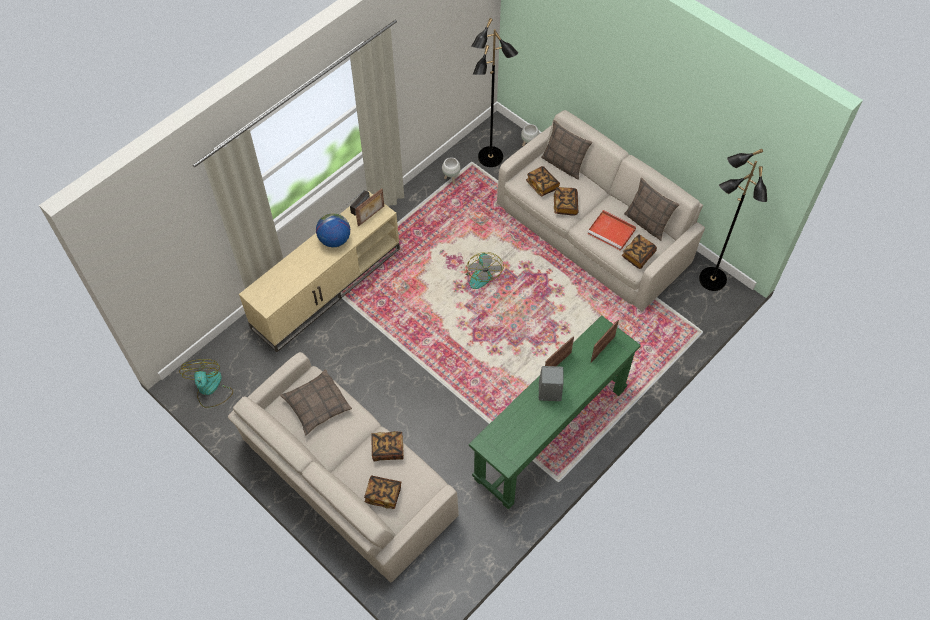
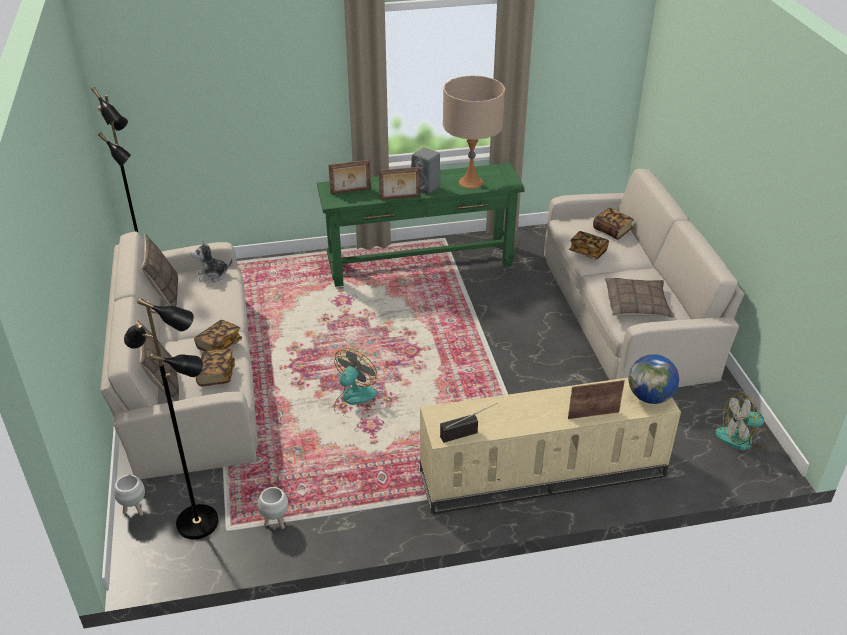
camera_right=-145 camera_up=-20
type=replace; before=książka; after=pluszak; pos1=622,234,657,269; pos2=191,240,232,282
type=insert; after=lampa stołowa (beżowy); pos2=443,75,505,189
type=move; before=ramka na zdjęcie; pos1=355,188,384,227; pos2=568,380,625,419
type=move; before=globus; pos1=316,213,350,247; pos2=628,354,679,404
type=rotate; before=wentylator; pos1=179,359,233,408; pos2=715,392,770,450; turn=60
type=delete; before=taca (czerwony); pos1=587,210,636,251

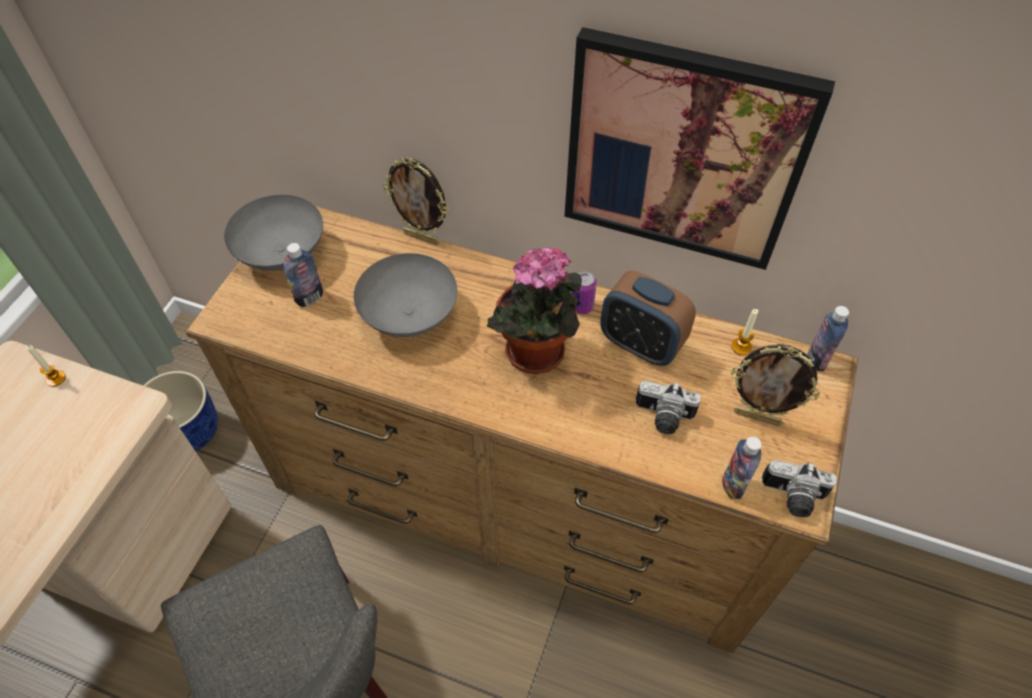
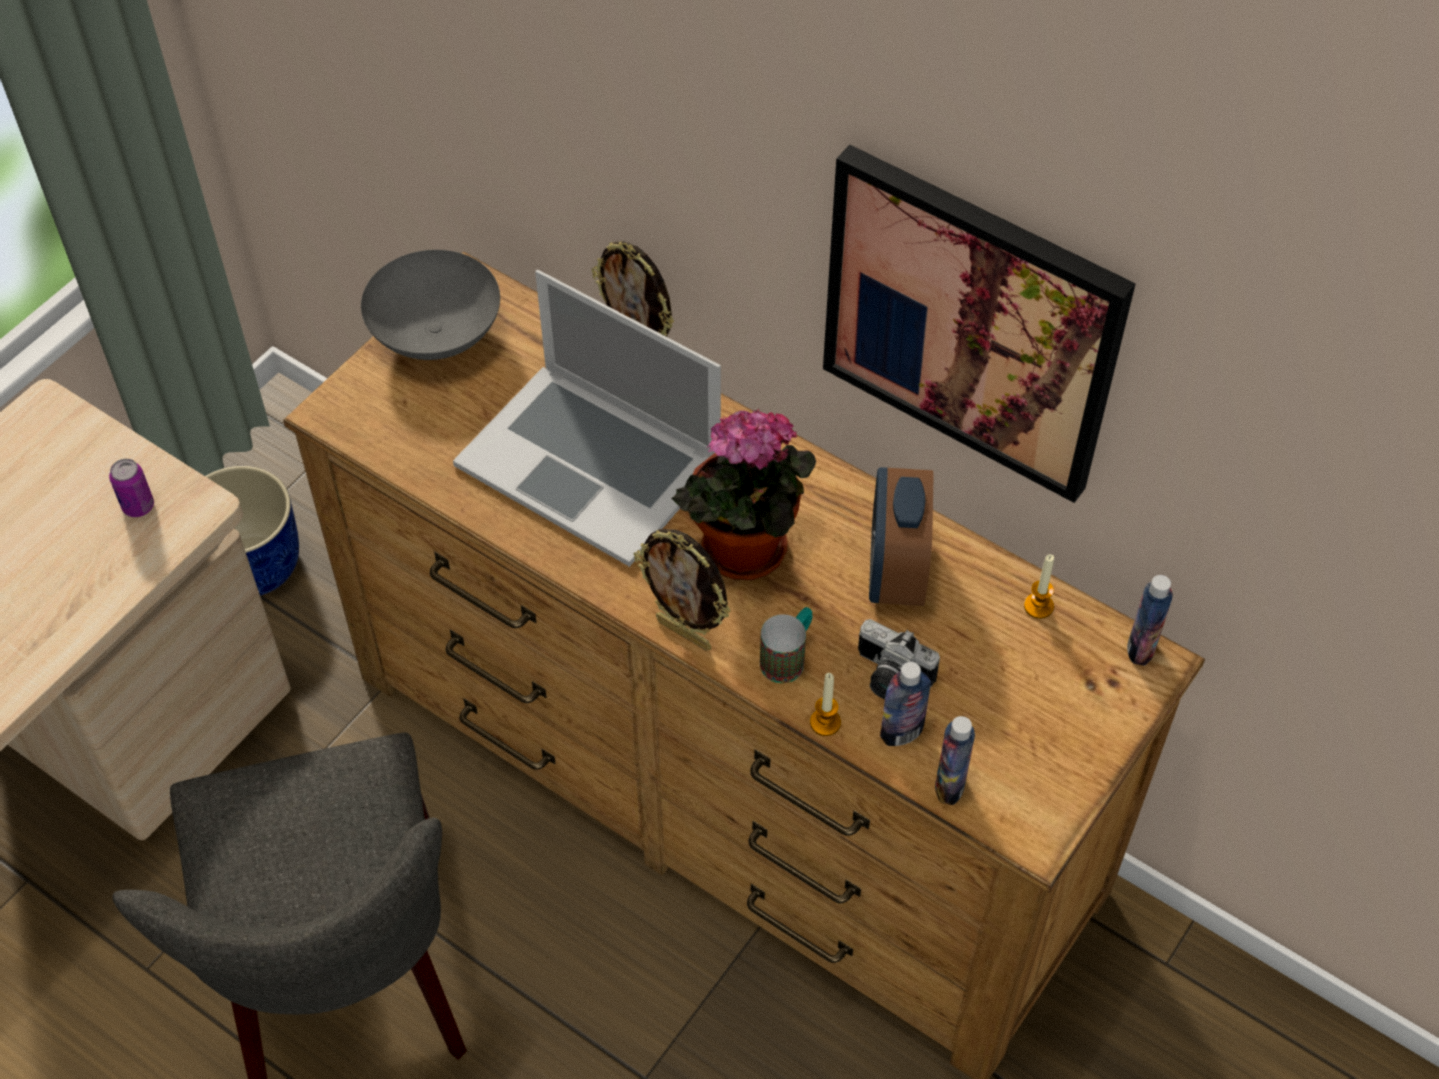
camera_right=15 camera_up=0
type=move; before=puszka; pos1=571,271,597,314; pos2=109,459,154,517
type=replace; before=miska (szary); after=laptop; pos1=354,253,457,337; pos2=453,270,721,567
type=move; before=ramka na zdjęcie; pos1=731,344,820,426; pos2=634,529,731,651
type=insert; after=kubek; pos2=760,607,812,683
type=move; before=świeca; pos1=27,345,66,387; pos2=810,673,841,736
type=rotate; before=budzik; pos1=600,271,696,366; pos2=869,467,933,606; turn=45
type=move; before=butelka; pos1=284,243,323,307; pos2=880,662,931,746
type=delete; before=aparat fotograficzny; pos1=762,460,837,517

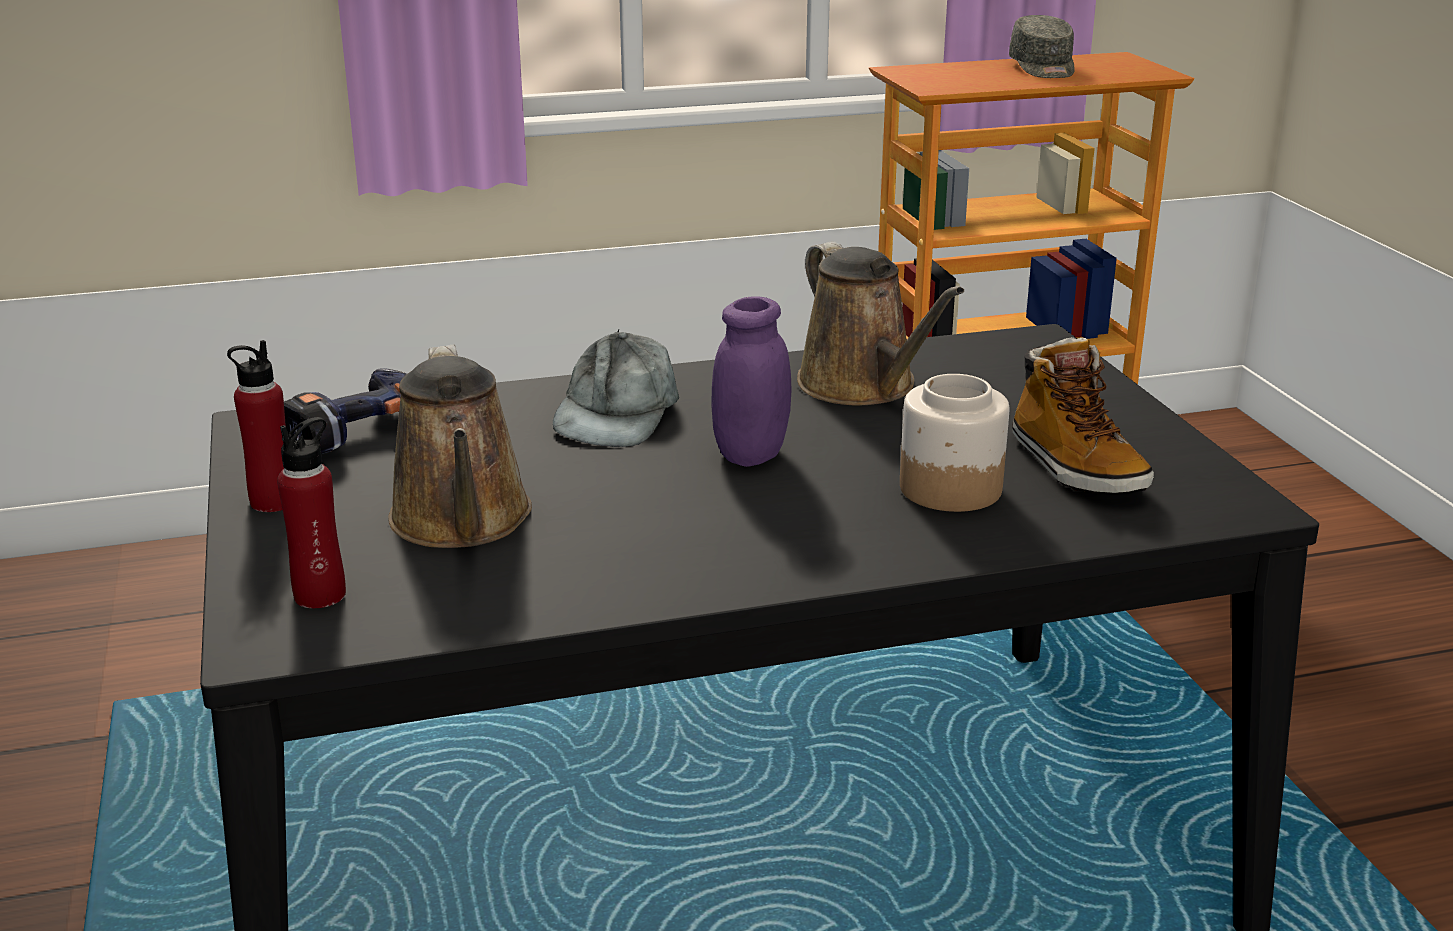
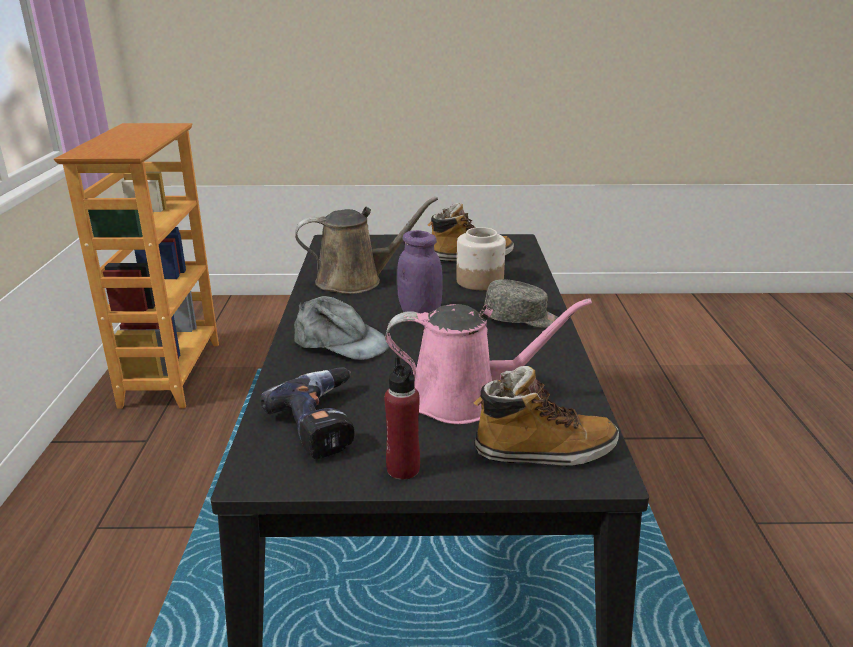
camera_right=-75 camera_up=0
type=recolor; before=konewka (brązowy); after=konewka (różowy); pos1=388,344,532,548; pos2=385,298,592,424
type=replace; before=butelka (czerwony); after=but z cholewką; pos1=277,417,346,608; pos2=474,366,619,467
type=move; before=czapka z daszkiem (szary); pos1=1009,15,1075,78; pos2=484,279,558,328

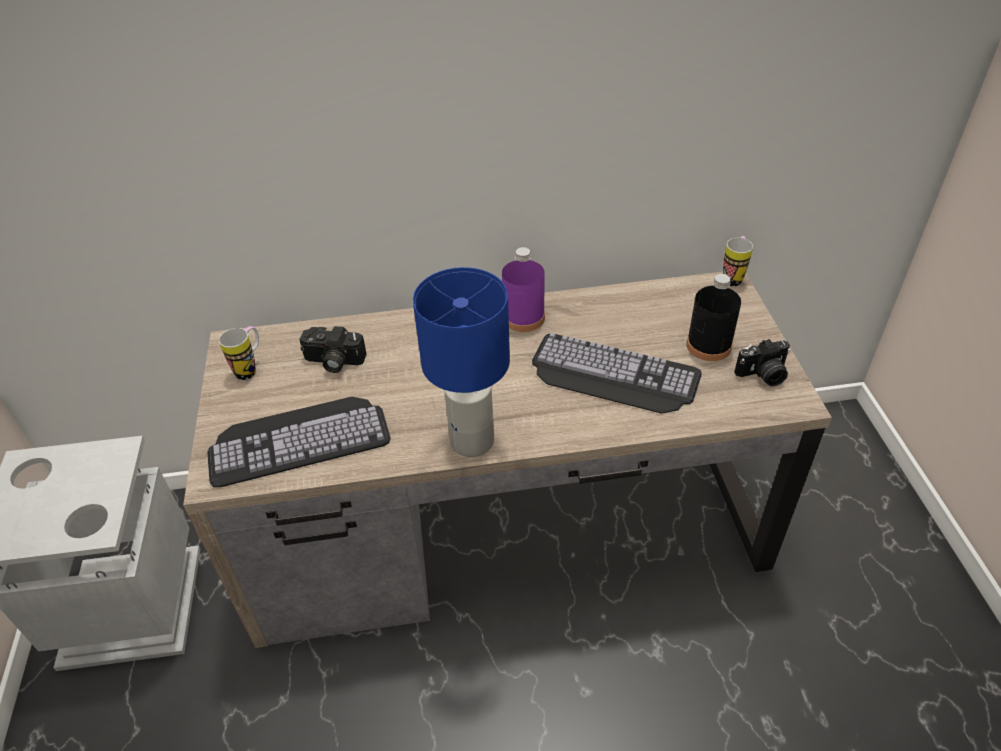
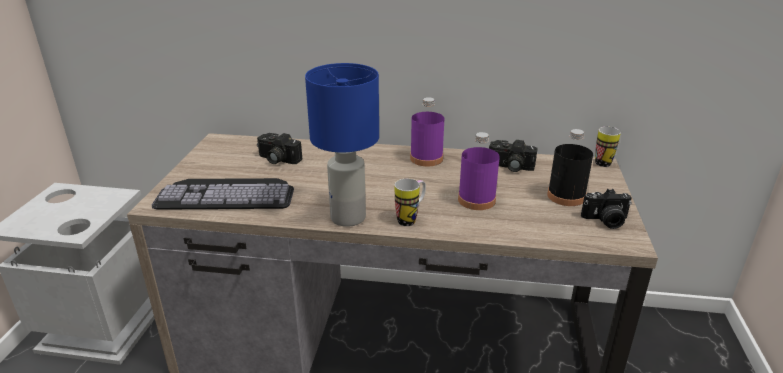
camera_right=15 camera_up=-15
type=move; before=kubek; pos1=219,326,259,380; pos2=395,179,426,226
type=replace; before=klawiatura; after=butelka (fioletowy); pos1=532,333,702,414; pos2=458,132,500,210
type=insert; after=aparat fotograficzny; pos2=489,140,537,172

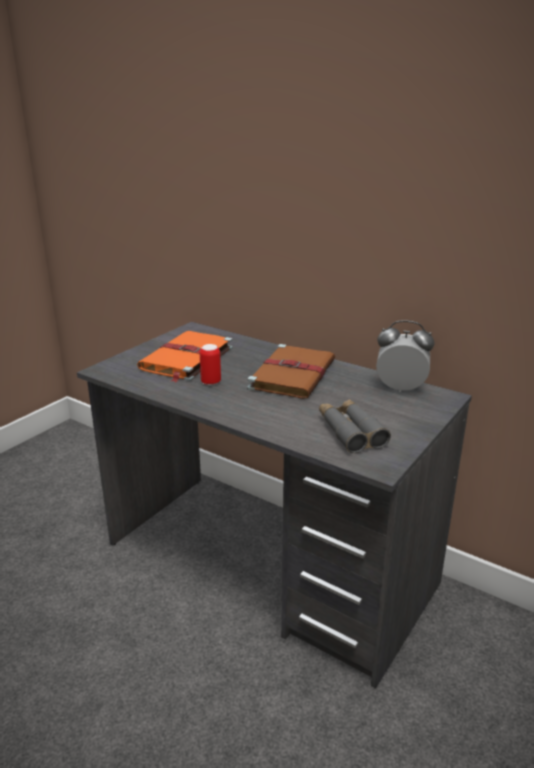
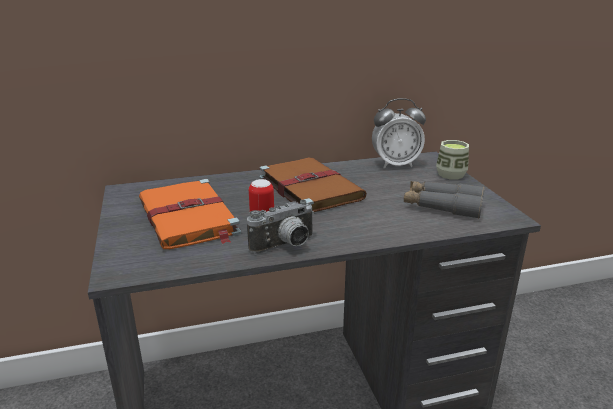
camera_right=-50 camera_up=0
type=insert; after=aparat fotograficzny; pos2=247,200,314,254
type=rotate; before=budzik; pos1=376,320,435,392; pos2=372,98,426,168; turn=-150
type=insert; after=filiżanka; pos2=436,140,469,180

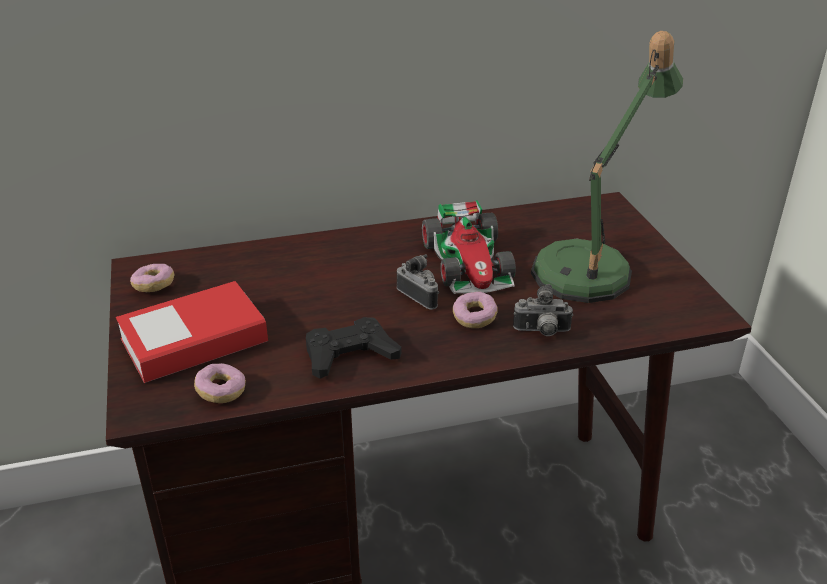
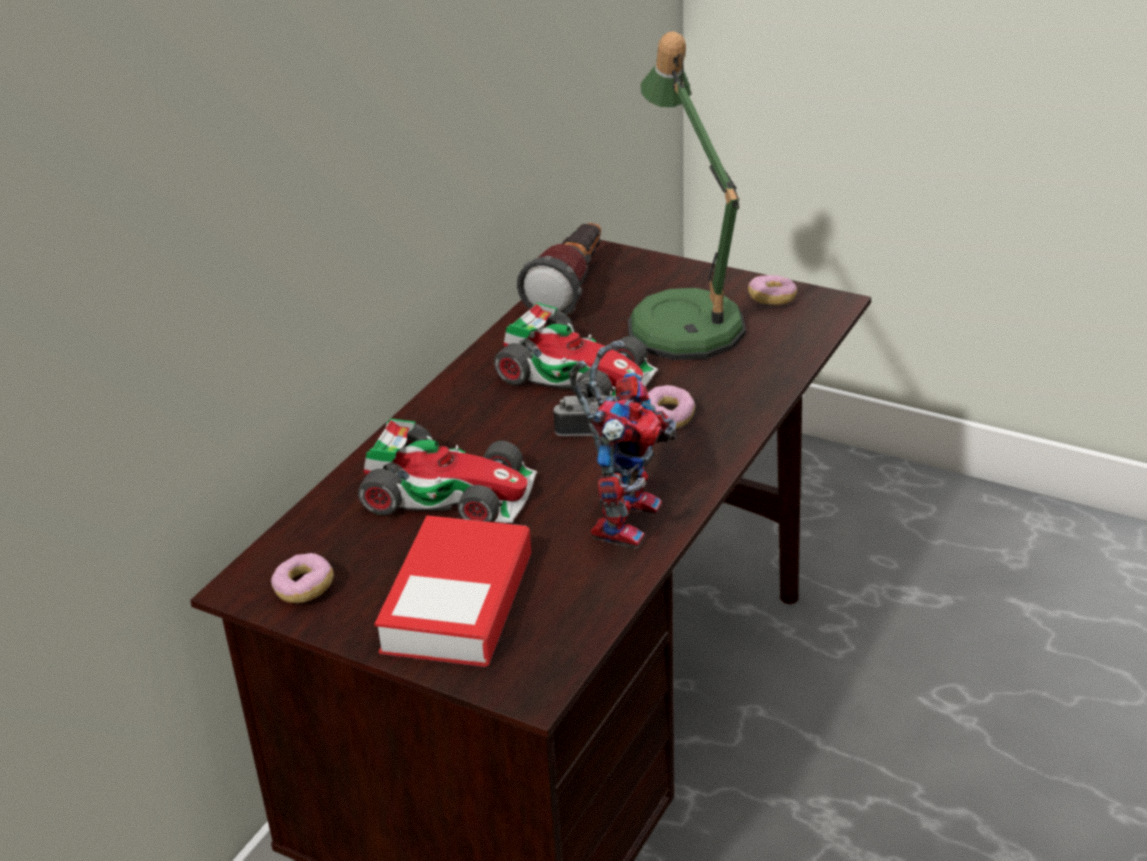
camera_right=-45 camera_up=0
type=insert; after=samochodzik; pos2=358,418,538,523
type=insert; after=latarka; pos2=517,223,601,315
type=replace; before=pad do gier (czarny); after=robot zabawkowy; pos1=306,317,402,379; pos2=569,340,676,549
type=move; before=donut; pos1=194,363,246,403; pos2=748,275,797,305
type=delete; before=aparat fotograficzny; pos1=513,284,573,336

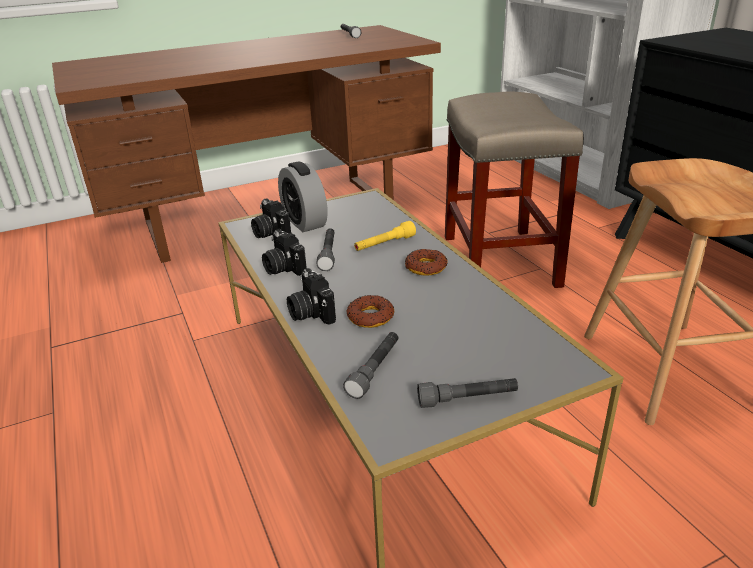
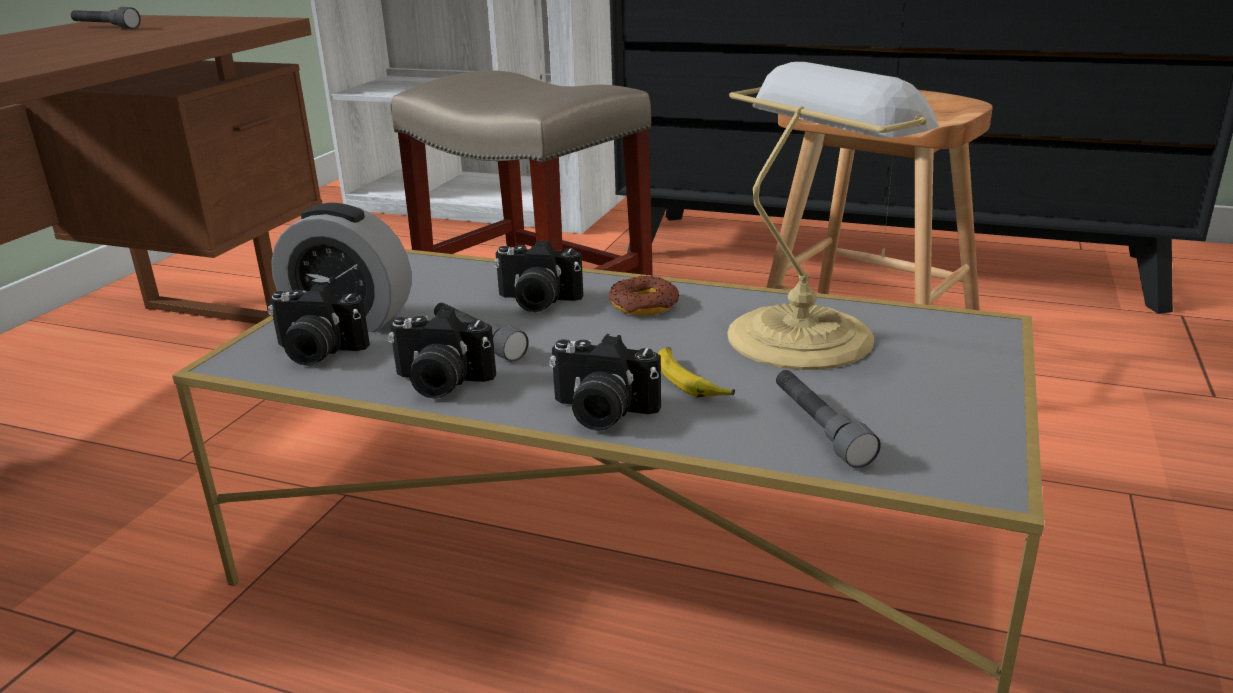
camera_right=-45 camera_up=-5
type=replace; before=latarka (żółty); after=aparat fotograficzny; pos1=354,221,416,251; pos2=494,239,583,312
type=replace; before=donut; after=banan; pos1=346,295,394,328; pos2=658,347,735,398
type=insert; after=lampa stołowa; pos2=727,62,939,370
type=delete; before=latarka (szary); pos1=417,378,518,408

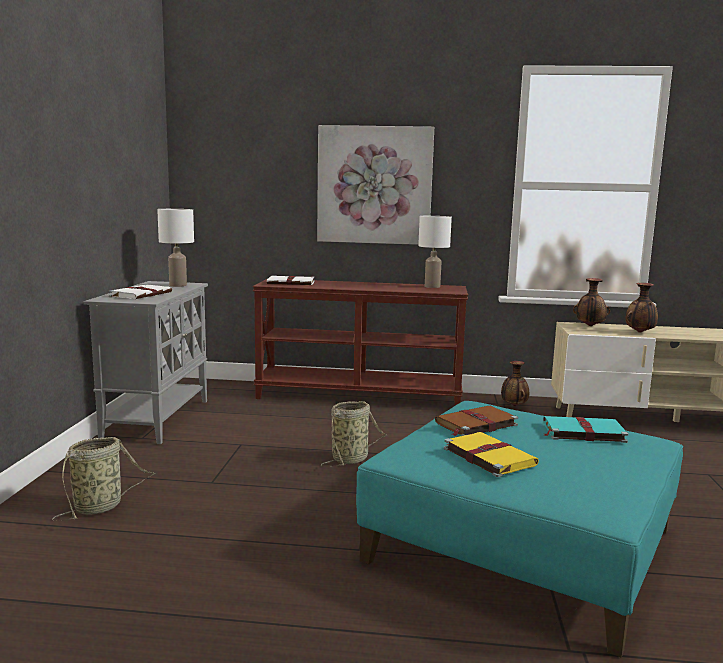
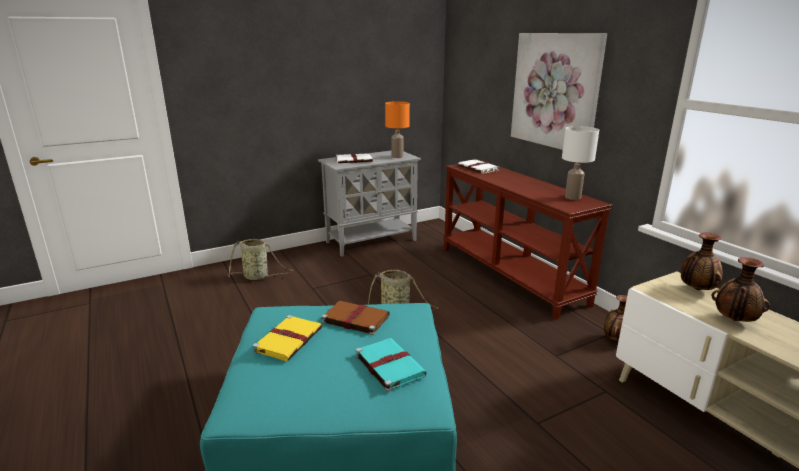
camera_right=55 camera_up=10
type=recolor; before=lampa stołowa (biały); after=lampa stołowa (pomarańczowy); pos1=157,209,194,287; pos2=385,101,410,158

